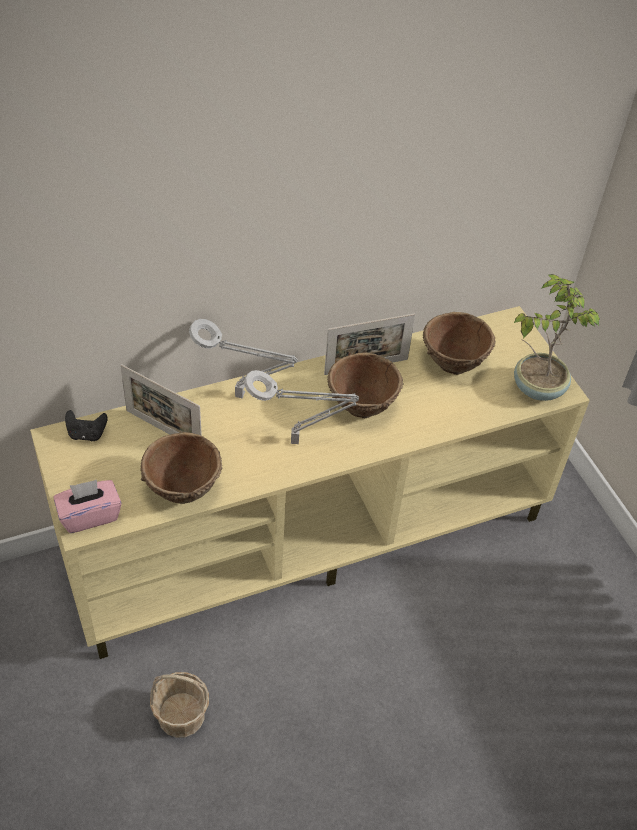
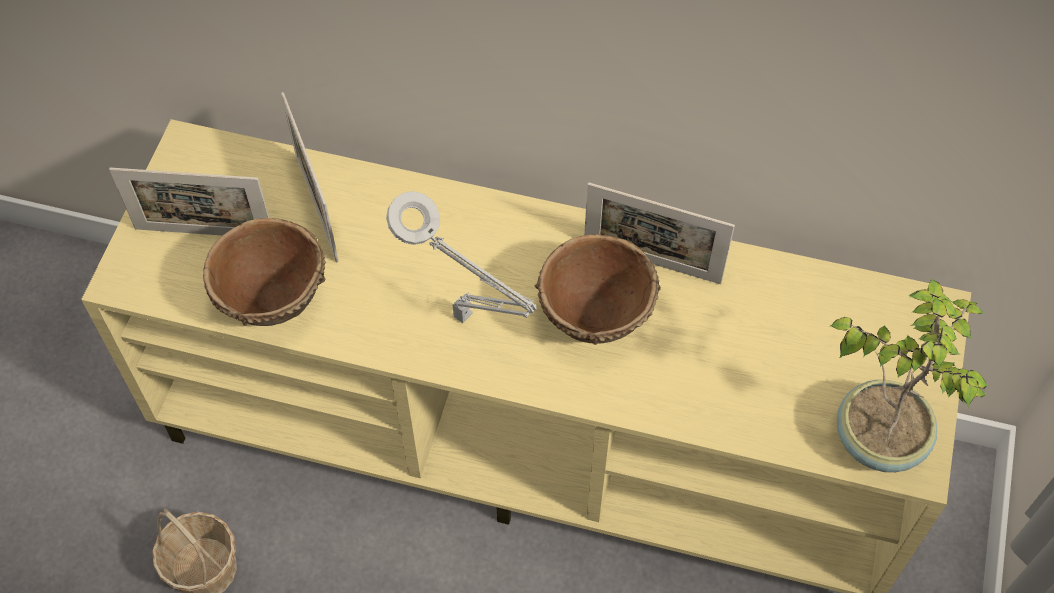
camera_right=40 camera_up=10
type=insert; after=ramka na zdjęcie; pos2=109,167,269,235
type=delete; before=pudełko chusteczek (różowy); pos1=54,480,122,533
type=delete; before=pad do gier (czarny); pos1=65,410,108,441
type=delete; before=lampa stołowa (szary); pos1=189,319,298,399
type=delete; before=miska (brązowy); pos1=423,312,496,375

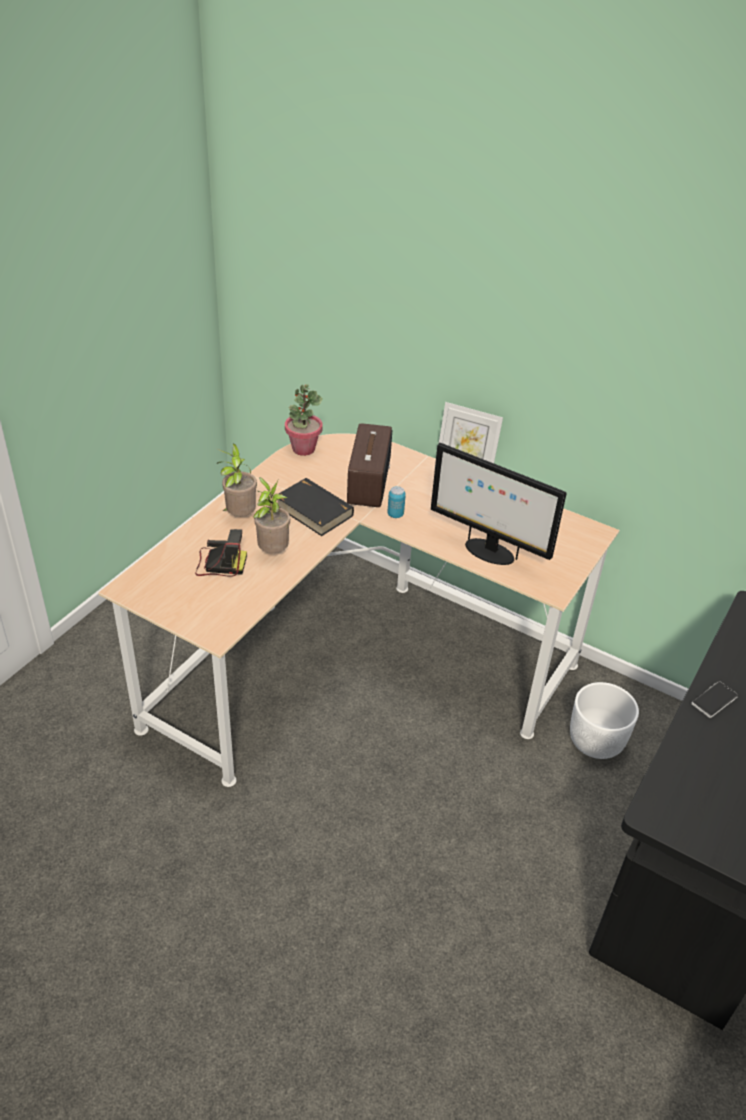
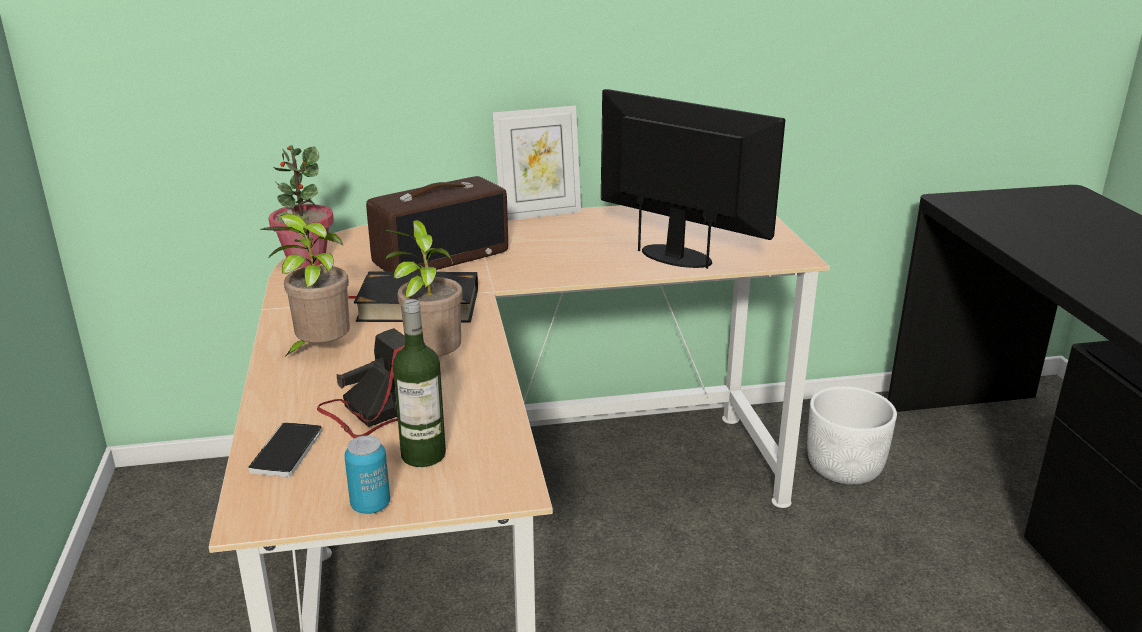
camera_right=-40 camera_up=-15
type=move; before=telefon; pos1=691,681,738,718; pos2=248,422,322,477
type=move; before=puszka; pos1=387,486,406,518; pos2=344,436,390,514
type=rotate; before=radio; pos1=347,423,392,507; pos2=366,176,508,272; turn=90
type=insert; after=butelka; pos2=393,299,446,467
type=rotate; before=monitor; pos1=431,443,567,565; pos2=601,89,785,269; turn=-135

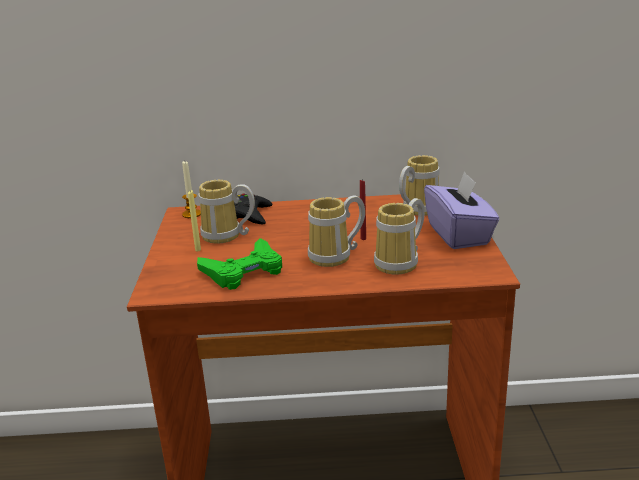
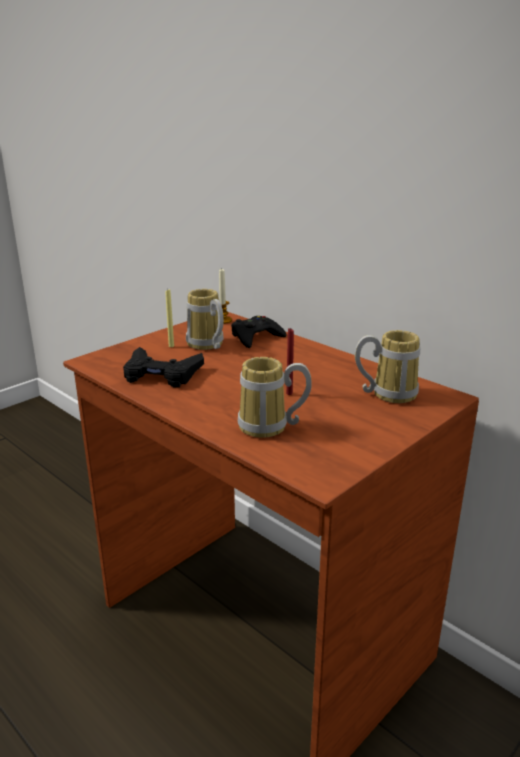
camera_right=45 camera_up=0
type=recolor; before=pad do gier (zielony); after=pad do gier (czarny); pos1=197,238,282,290; pos2=123,347,204,388
type=delete; before=kubek; pos1=308,196,365,267
type=delete; before=pudełko chusteczek (fioletowy); pos1=424,171,499,249

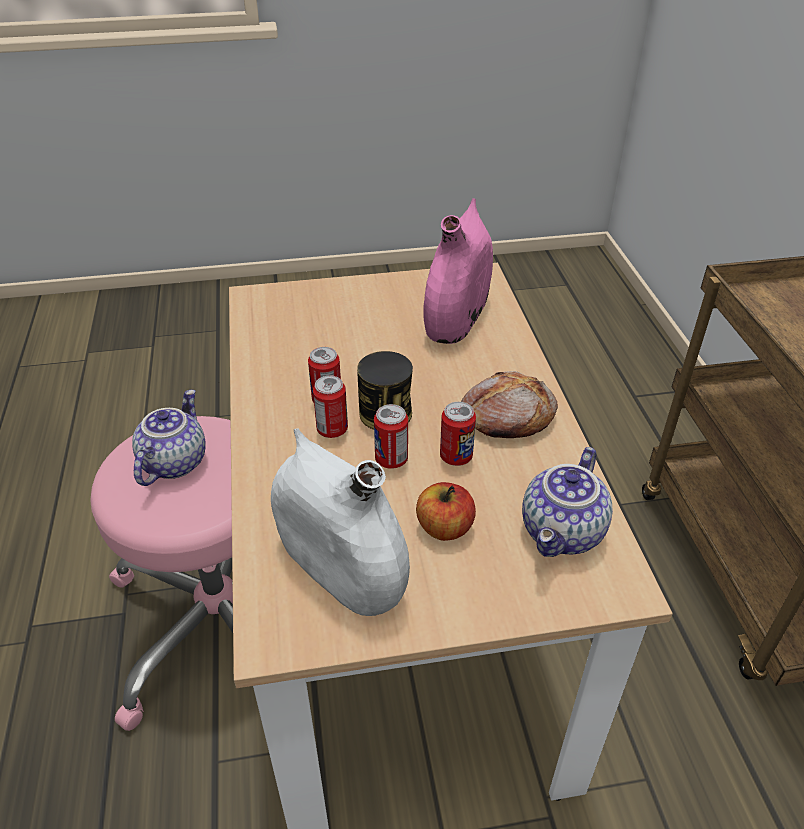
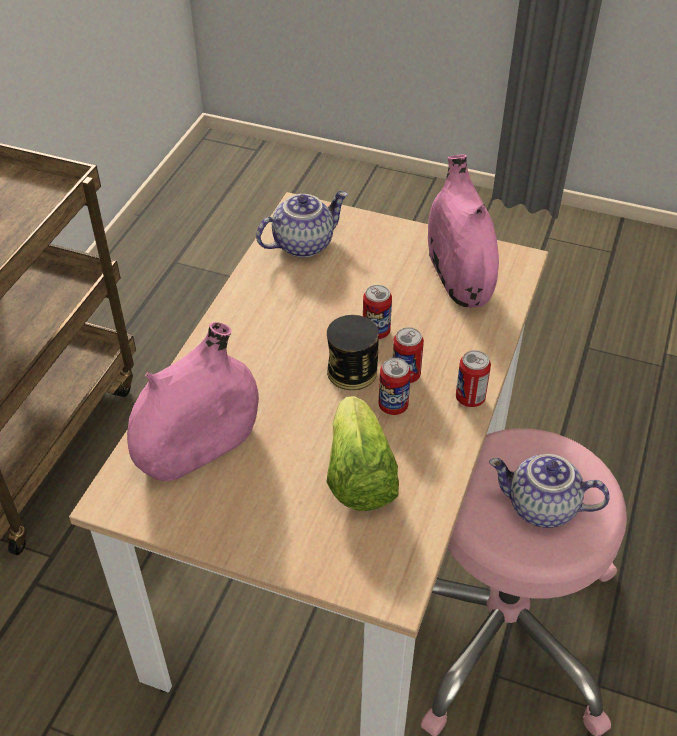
camera_right=-150 camera_up=5
type=insert; after=sałata; pos2=326,396,399,511
type=recolor; before=wazon (biały); after=wazon (różowy); pos1=271,429,410,616; pos2=428,154,499,308
type=move; before=puszka; pos1=440,402,476,466; pos2=456,350,491,407
type=rotate; before=imbryk; pos1=132,390,206,486; pos2=489,454,610,528; turn=60
type=delete; before=jabłko; pos1=416,482,476,541
type=delete; before=chleb; pos1=461,371,558,438

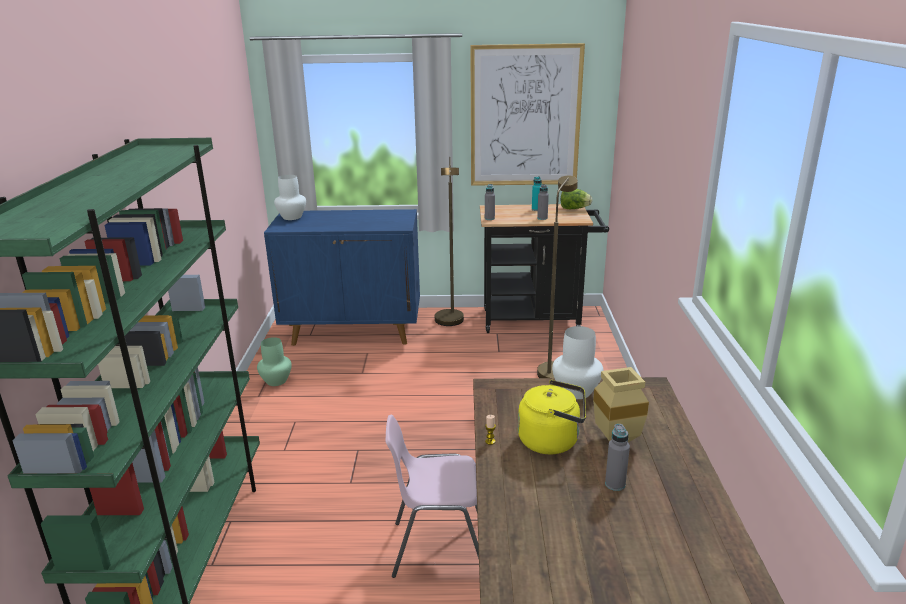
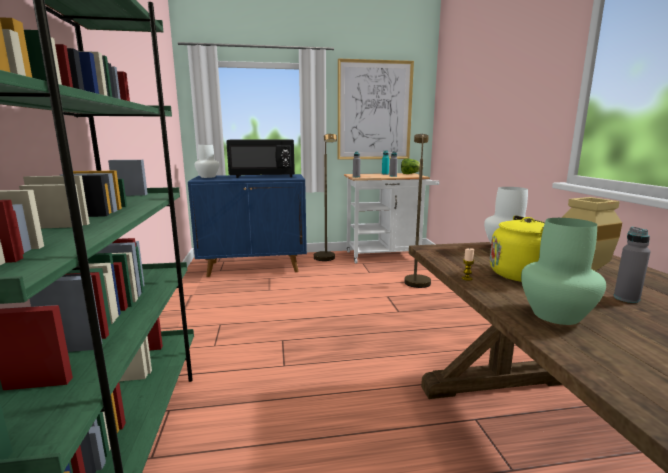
camera_right=-10 camera_up=-10
type=insert; after=mikrofalówka (czarny); pos2=226,139,295,178
type=recolor; before=wózek (czarny); after=wózek (biały); pos1=480,204,609,333; pos2=344,173,440,263
type=move; before=wazon (zielony); pos1=257,337,292,386; pos2=521,218,606,325
type=delete; before=krzesło (różowy); pos1=385,415,479,578

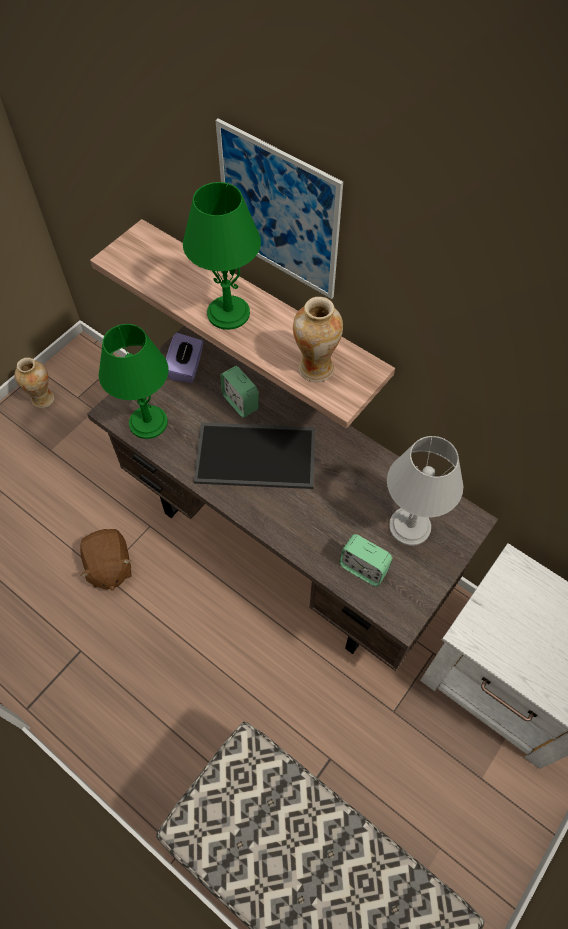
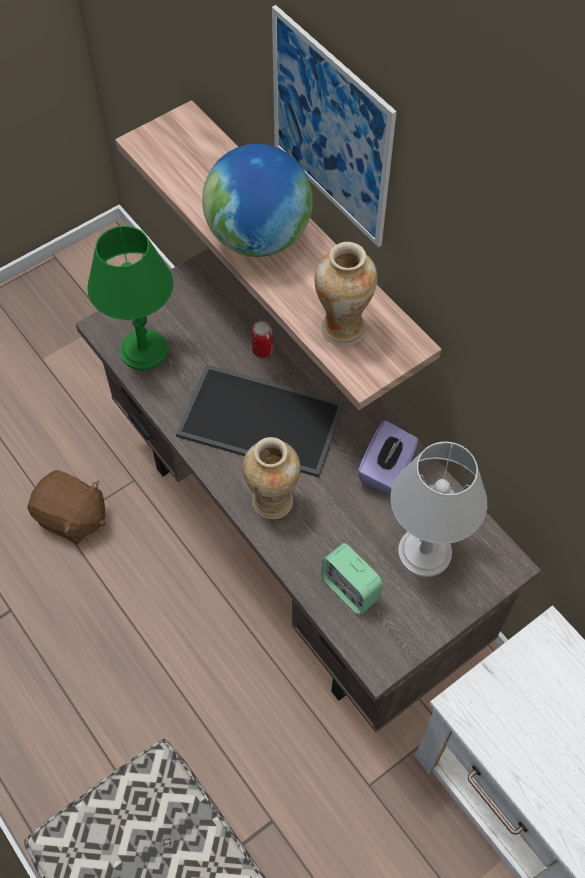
camera_right=15 camera_up=0
type=rotate; before=pluszak (brązowy); pos1=80,529,132,591; pos2=28,470,105,544; turn=-60
type=replace; before=lampa stołowa (zielony); after=globus; pos1=183,182,261,330; pos2=202,144,313,257
type=move; before=wazon; pos1=14,357,54,408; pos2=242,437,301,519
type=replace; before=budzik; after=puszka; pos1=220,366,259,418; pos2=251,321,273,358
type=move; before=pudełko chusteczek (fioletowy); pos1=166,333,203,383; pos2=358,420,418,494

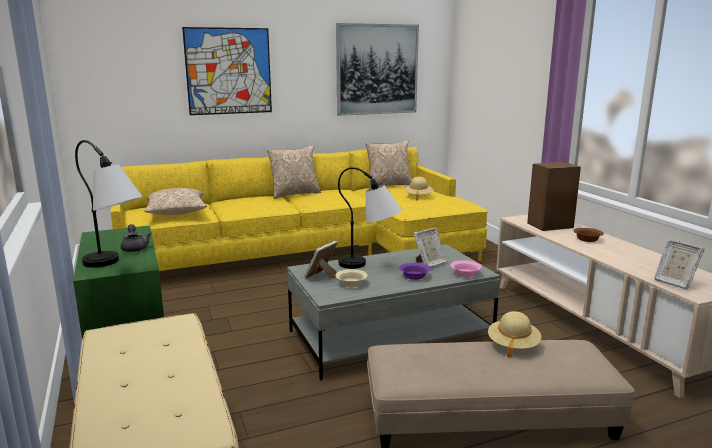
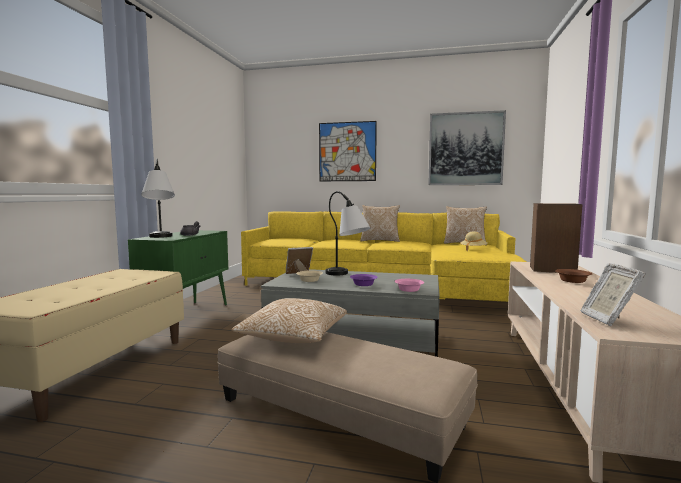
camera_right=35 camera_up=-10
type=move; before=poduszka; pos1=144,188,207,215; pos2=232,298,347,343
type=delete; before=ramka na zdjęcie; pos1=413,228,447,268
type=delete; before=kapelusz (beżowy); pos1=488,311,541,358

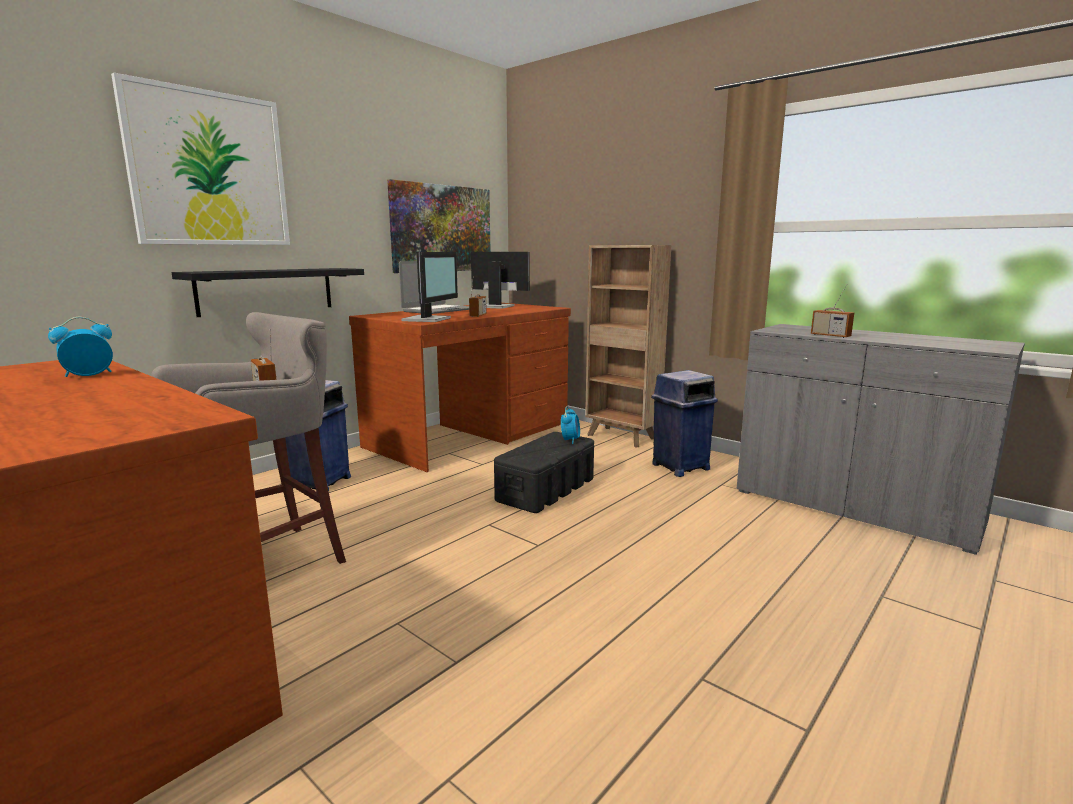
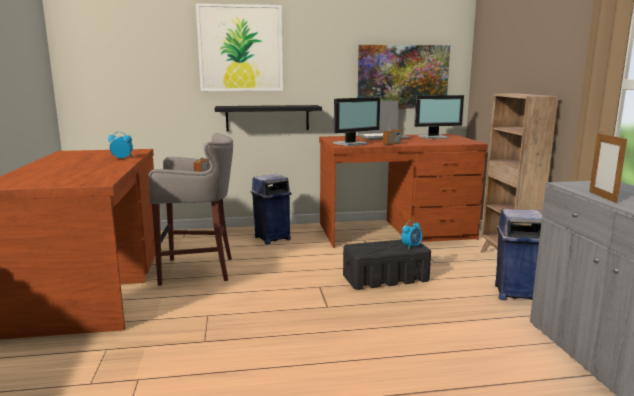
camera_right=40 camera_up=0
type=rotate; before=monitor; pos1=471,252,530,309; pos2=414,95,464,139; turn=105
type=replace; before=radio; after=ramka na zdjęcie; pos1=811,284,854,338; pos2=589,133,627,203

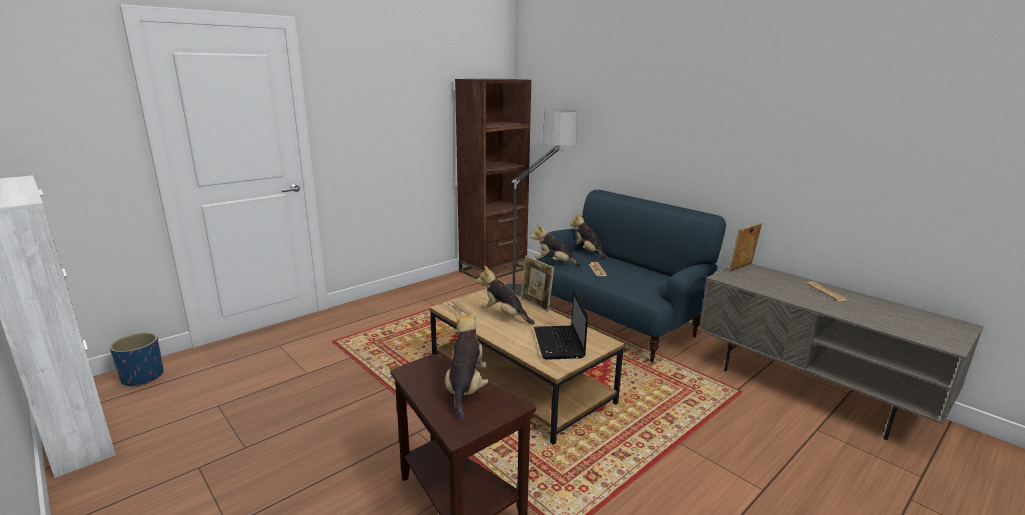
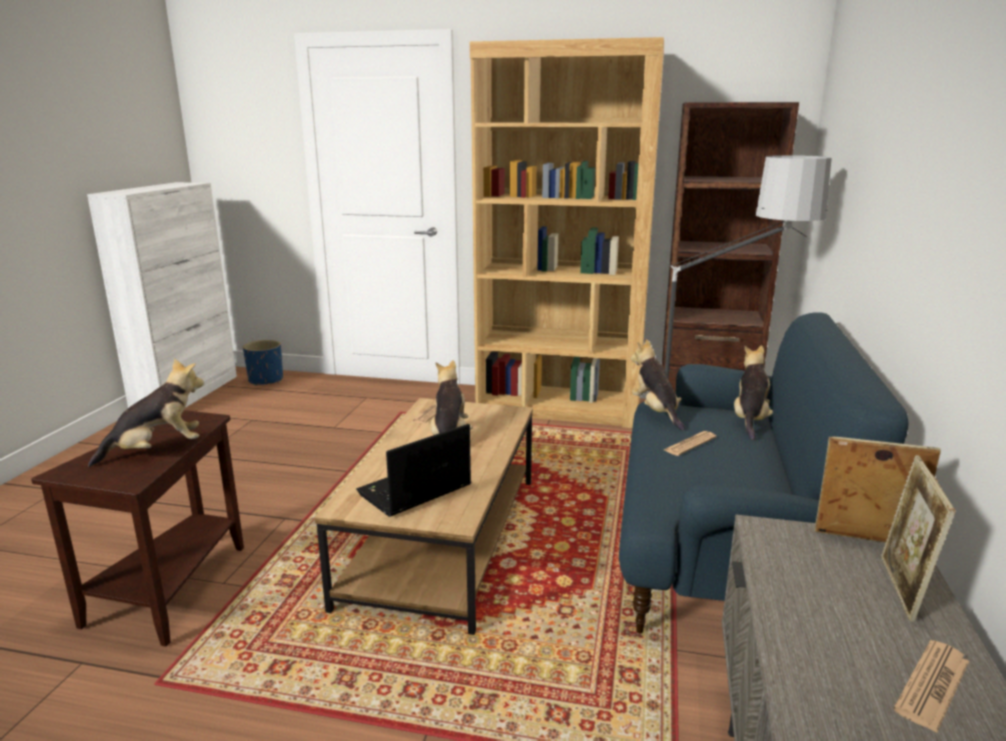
camera_right=55 camera_up=0
type=insert; after=regał (brązowy); pos2=470,37,664,428
type=move; before=ramka na zdjęcie; pos1=521,256,554,312; pos2=881,455,956,622

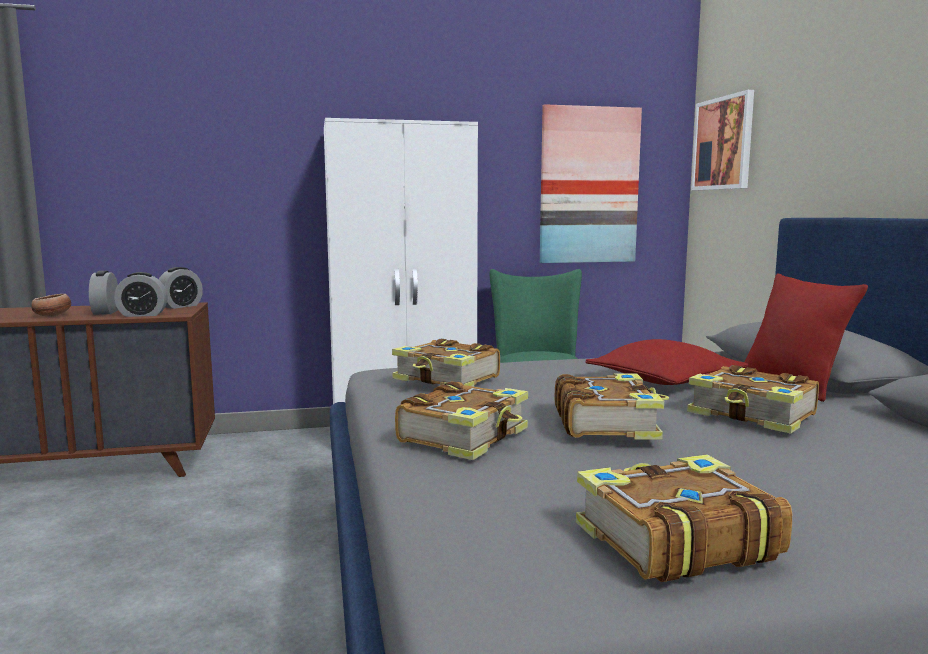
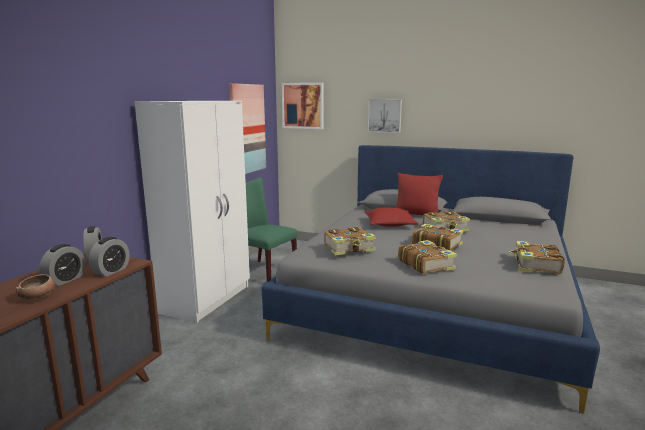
camera_right=-55 camera_up=5
type=rotate; before=budzik; pos1=89,271,118,315; pos2=39,244,85,286; turn=-90
type=insert; after=obraz; pos2=368,99,402,133

